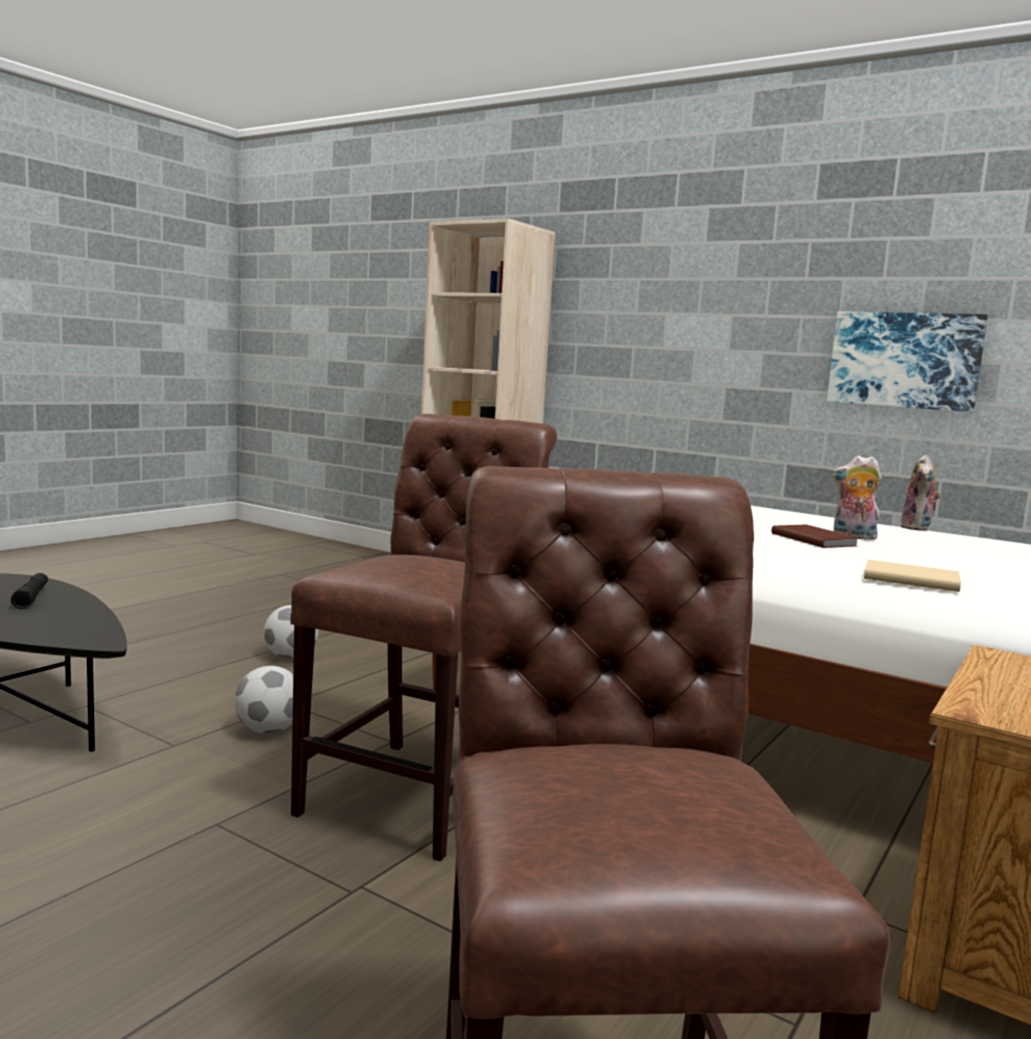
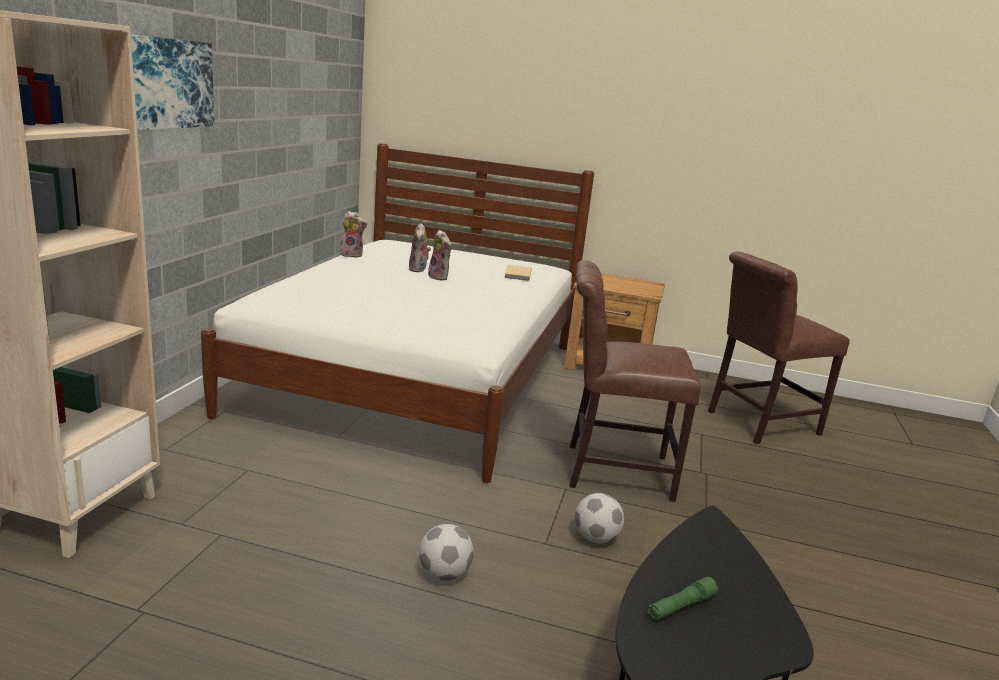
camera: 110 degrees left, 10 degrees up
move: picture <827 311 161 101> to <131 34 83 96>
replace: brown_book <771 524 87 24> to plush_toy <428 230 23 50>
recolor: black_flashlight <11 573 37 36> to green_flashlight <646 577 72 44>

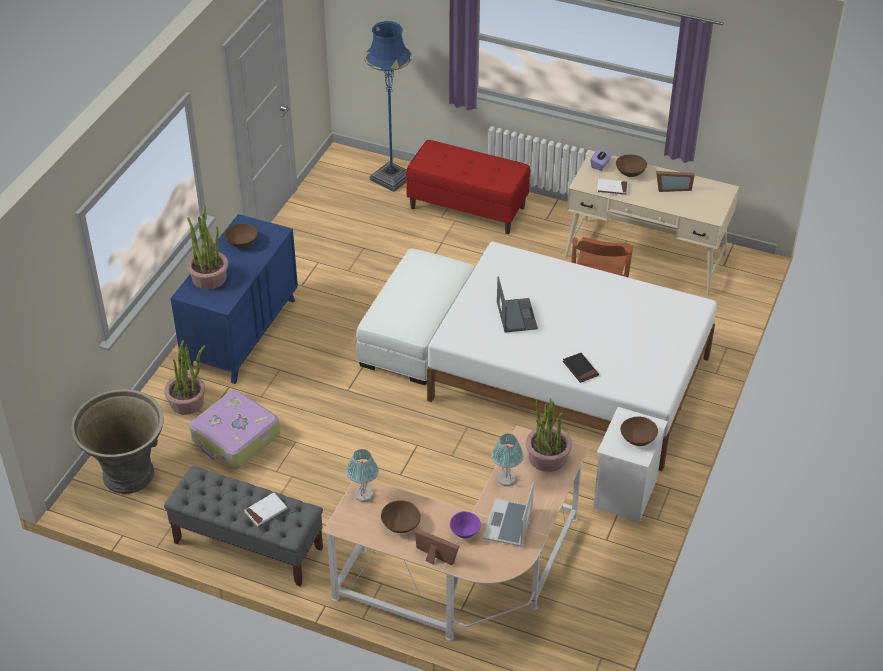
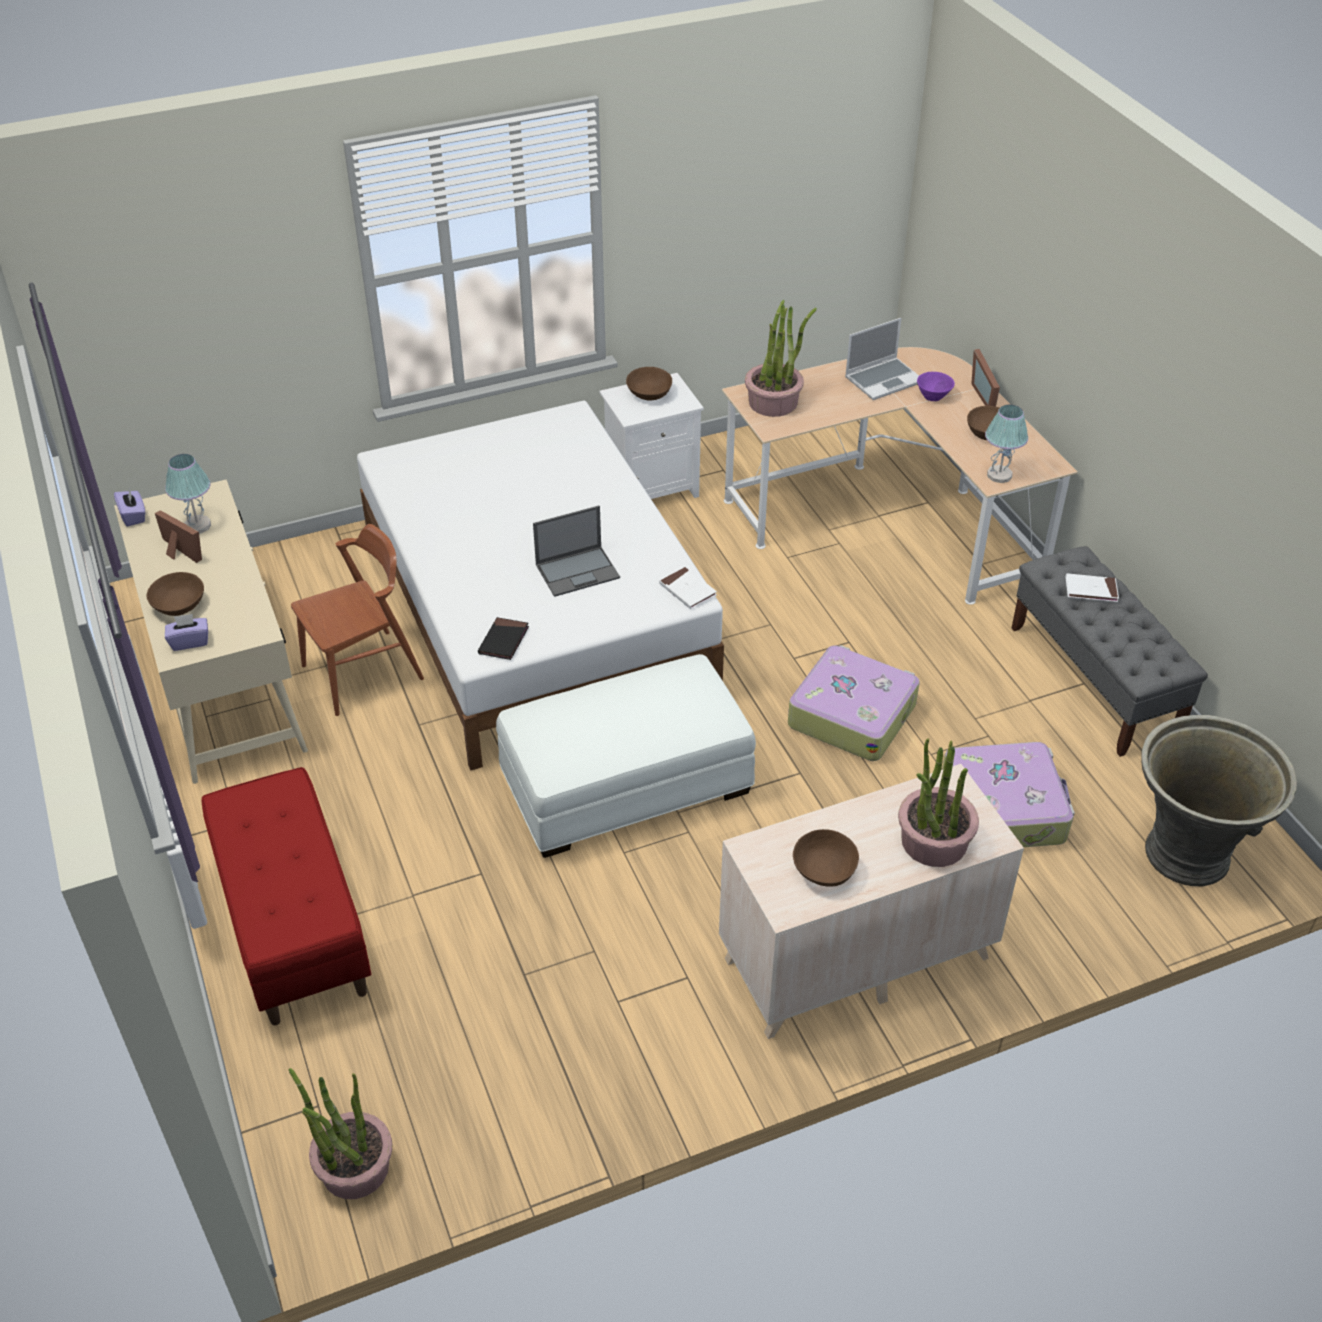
camera: 135 degrees left, 0 degrees up
delete: blue_floor_lamp <364 21 48 171>
insert: purple_tissue_box <114 489 31 38>; suitcase <788 645 132 116>
move: white_book <597 179 31 17> to <659 566 58 43>; potted_plant <164 340 42 75> to <289 1068 103 131>; black_book <563 353 36 30> to <478 617 51 43>; table_lamp <492 434 32 53> to <165 454 46 80>
recolor: blue_dresser <170 214 128 170> to beige_dresser <719 764 305 275>
rotate: laptop <497 276 41 57> = <533 506 87 91> 150 degrees counterclockwise

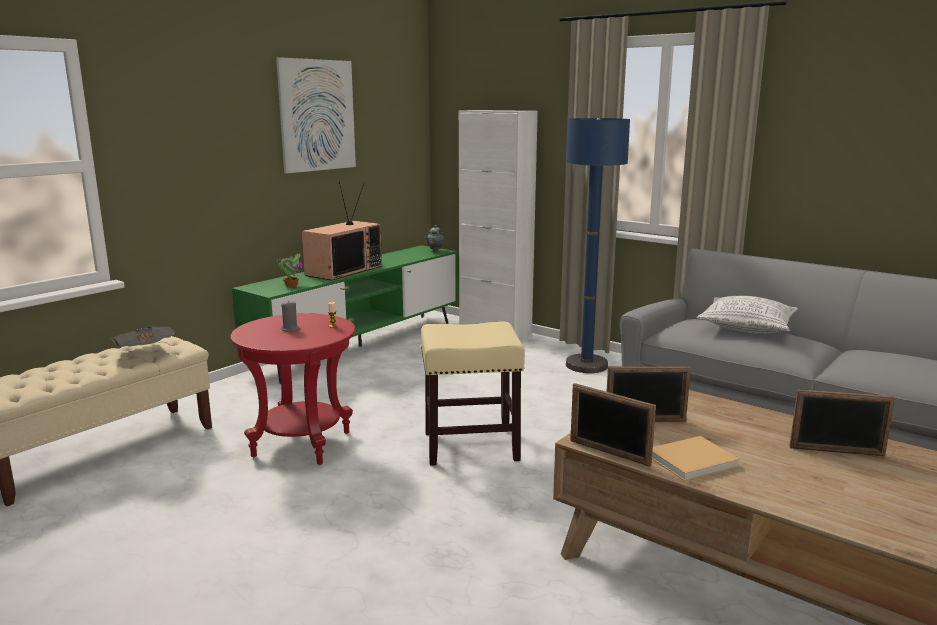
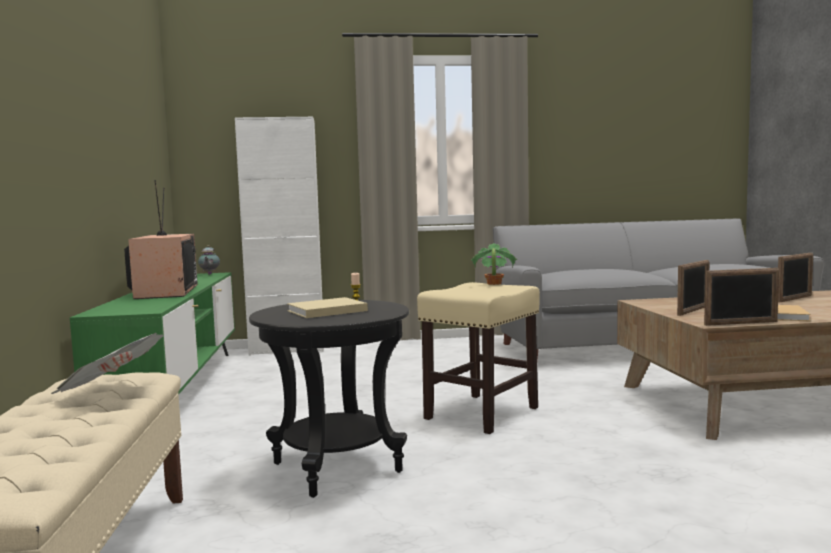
camera: 45 degrees left, 10 degrees down
delete: picture <276 57 80 117>; blue_floor_lamp <566 118 64 255>; pillow <697 296 101 38>
move: potted_plant <277 254 27 33> to <471 243 46 42>
replace: grey_candle <281 300 20 32> to beige_book <287 297 81 21>
recolor: red_side_table <230 313 125 152> to black_side_table <249 300 160 198>

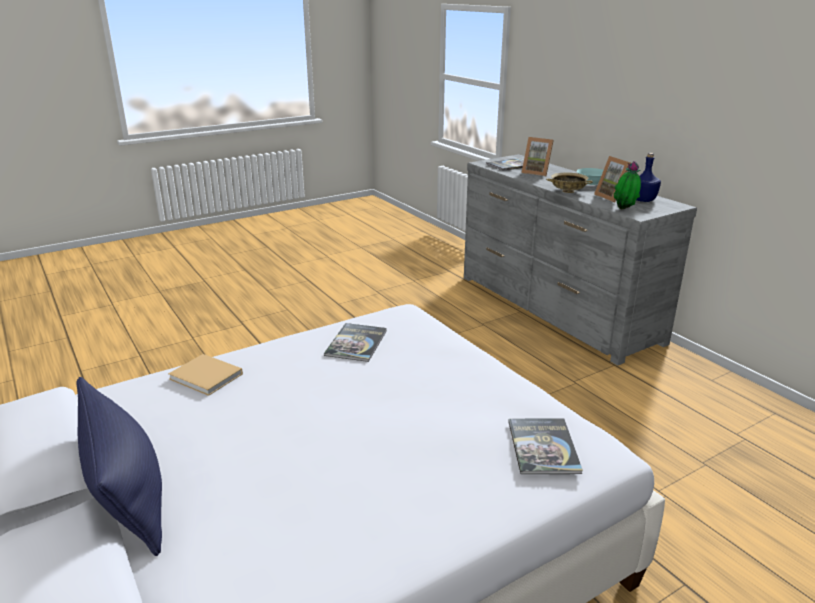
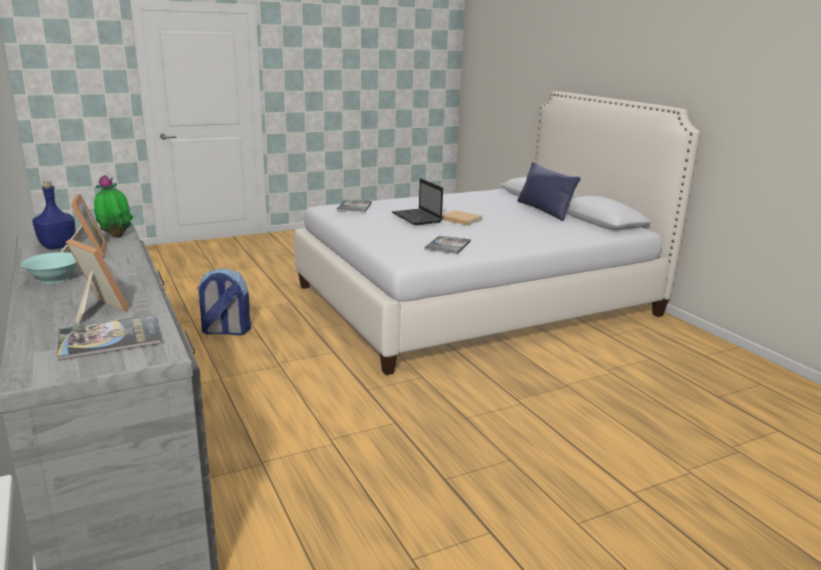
camera: 175 degrees left, 5 degrees down
delete: beige_bowl <546 173 47 20>
insert: laptop <392 178 51 47>; backpack <197 268 54 68>
move: beige_book <168 354 75 42> to <441 210 42 15>

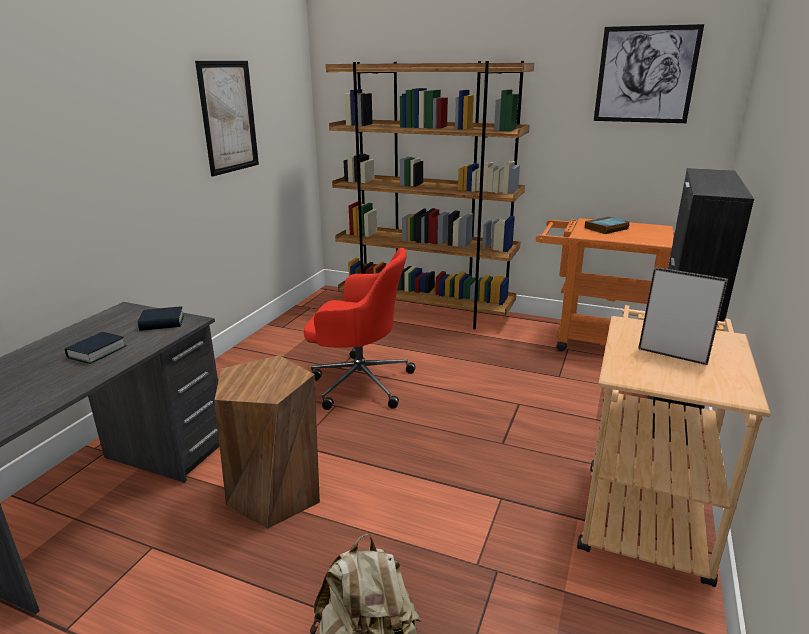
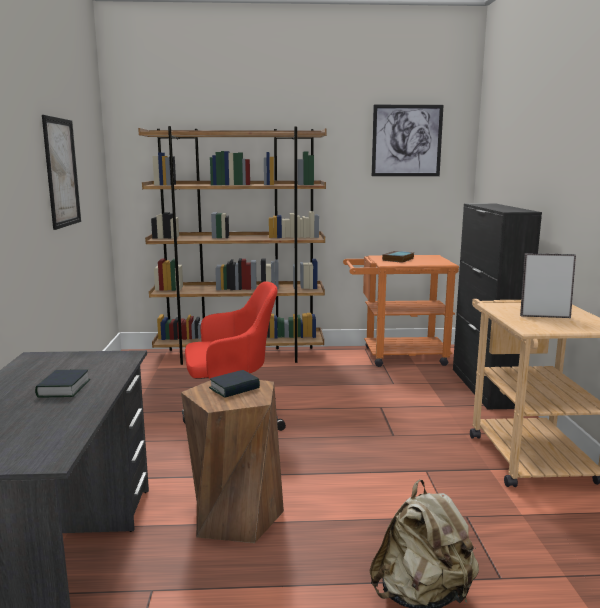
camera: 25 degrees left, 10 degrees down
move: book <137 306 47 25> to <209 370 51 28>

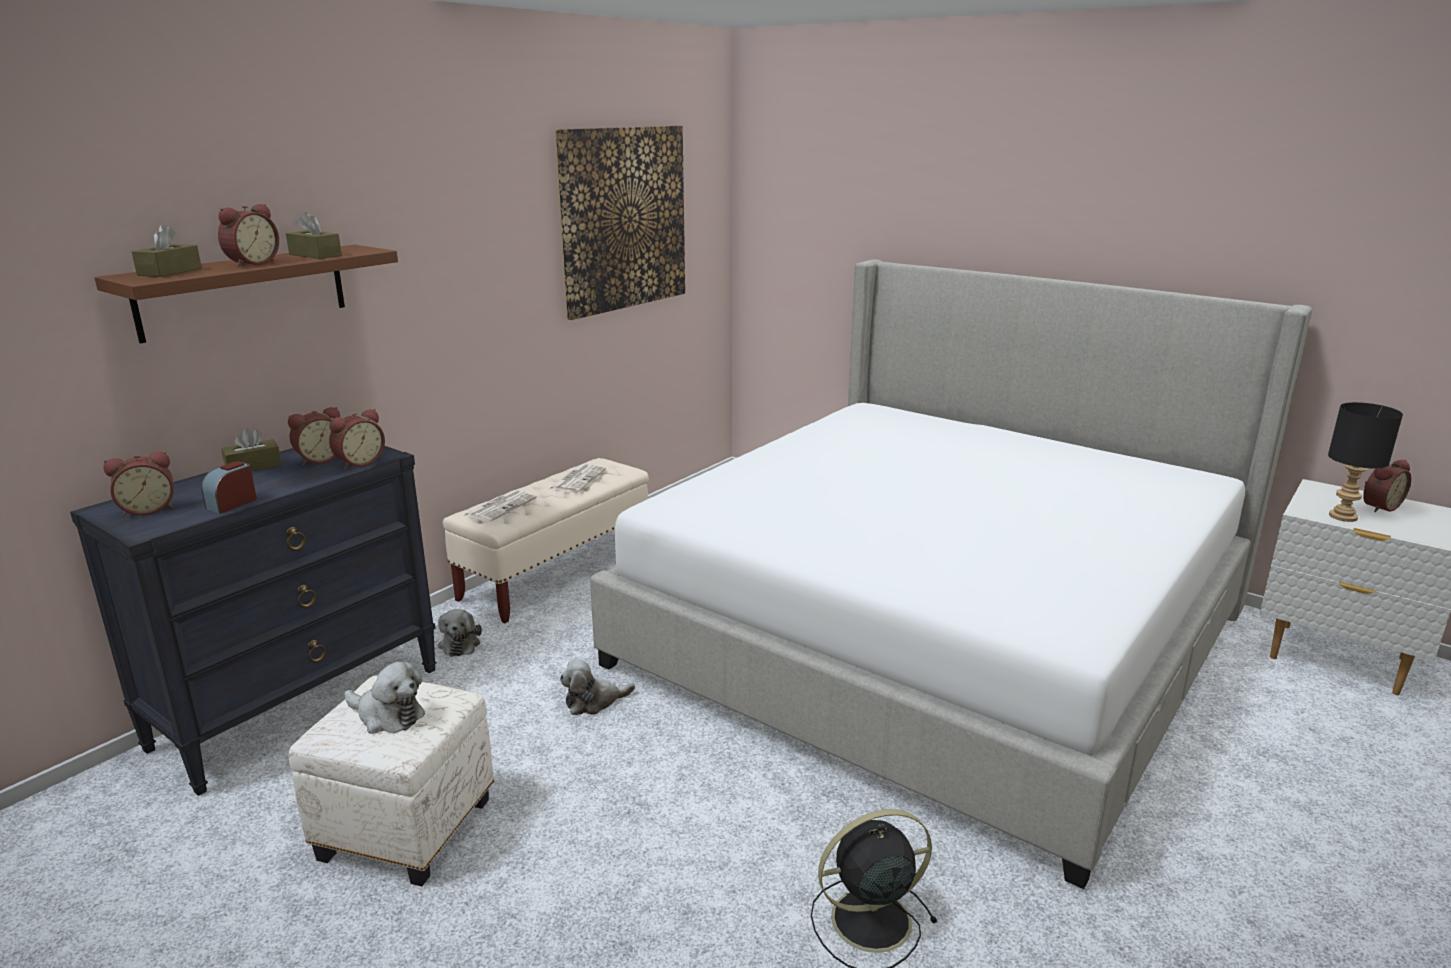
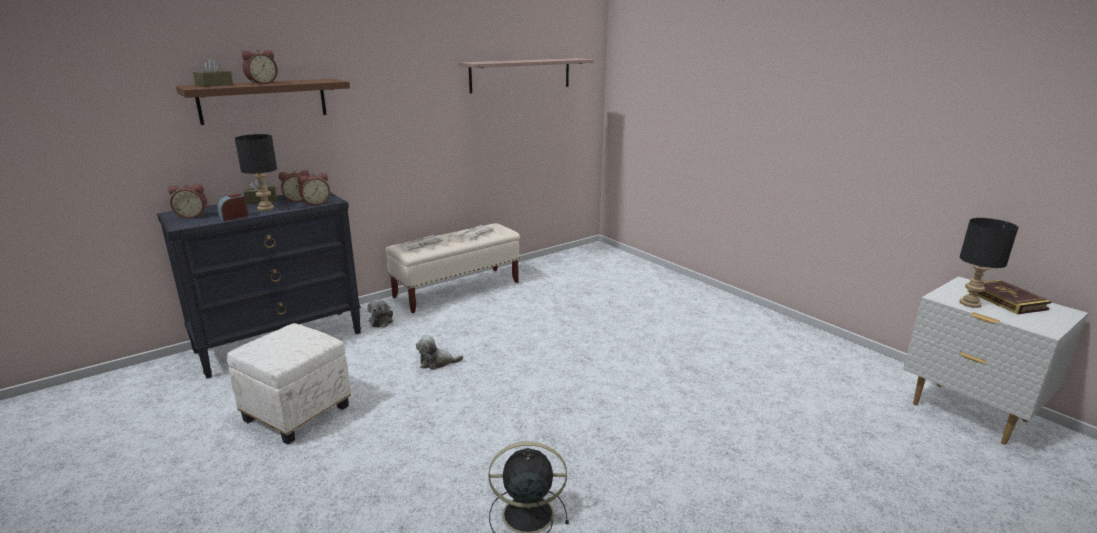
camera: 15 degrees right, 0 degrees up
delete: brown_tissue_box <286 212 56 47>; bed <590 259 722 630>; plush_toy <344 662 81 72>
insert: black_table_lamp <235 134 42 77>
replace: picture <554 126 131 194> to shelf <459 58 135 36>; alarm_clock <1363 460 48 52> to book <967 280 85 34>

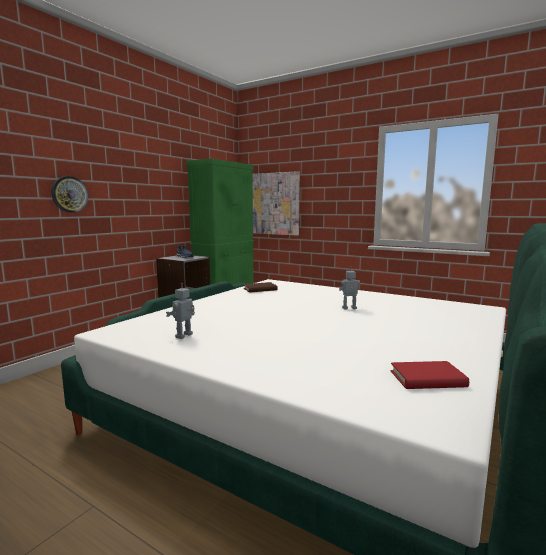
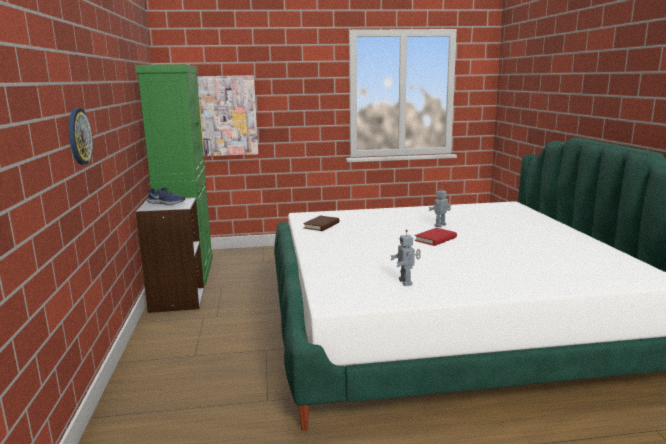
camera: 40 degrees left, 5 degrees up
move: red_book <391 361 78 28> to <415 228 42 18>

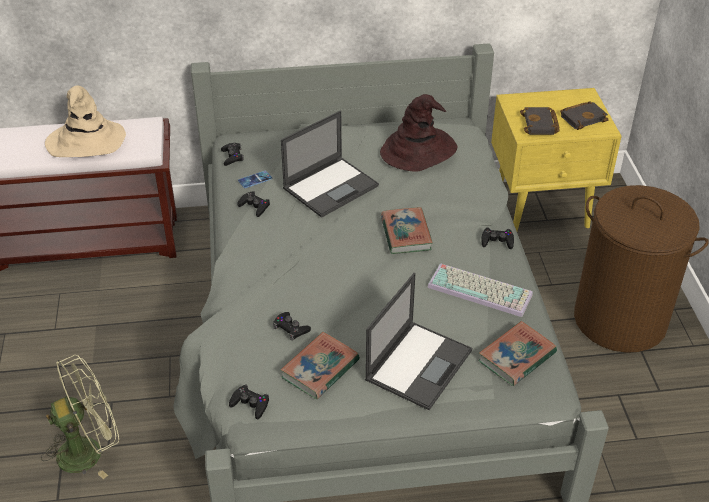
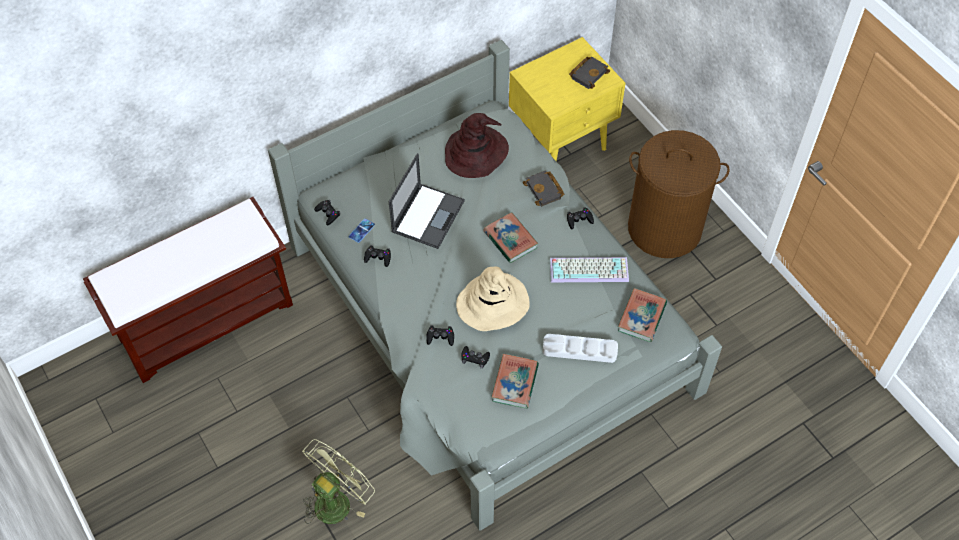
camera: 25 degrees left, 15 degrees up
move: beige_hat <45 85 81 72> to <456 267 74 64>; black_book <520 107 40 28> to <523 171 41 36>; black_game_controller <229 385 40 34> to <426 325 28 21>
replace: laptop <365 273 107 137> to grey_tray <543 334 75 29>

